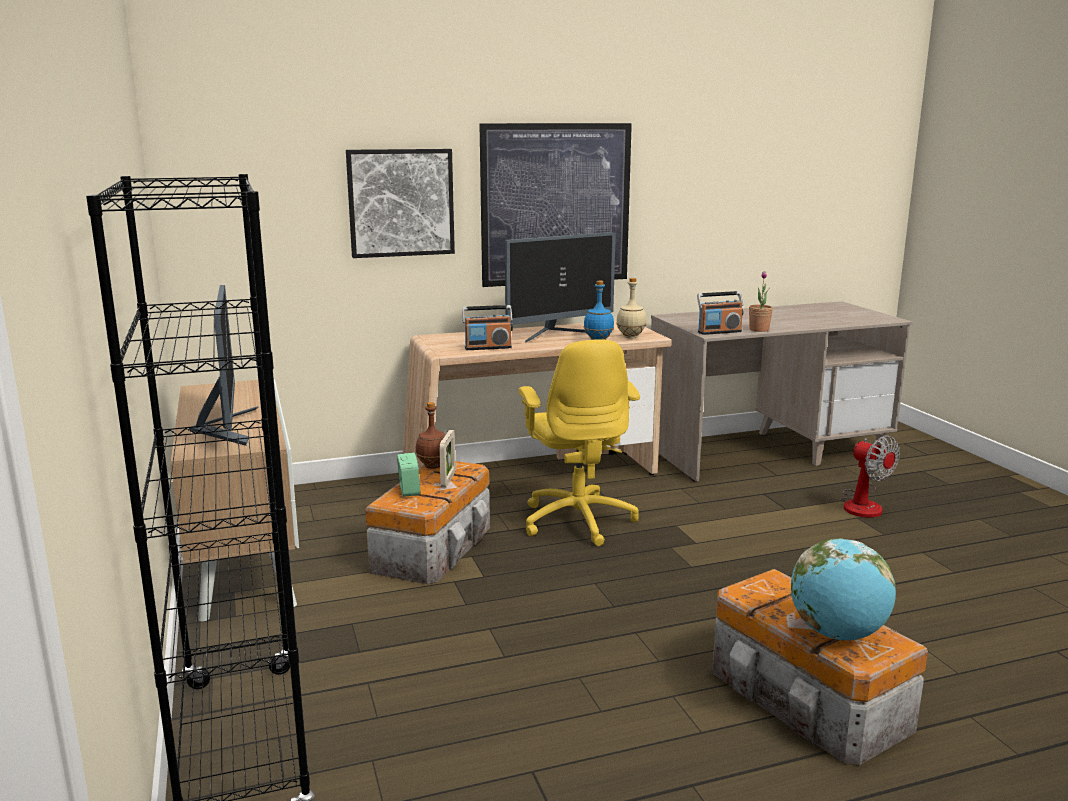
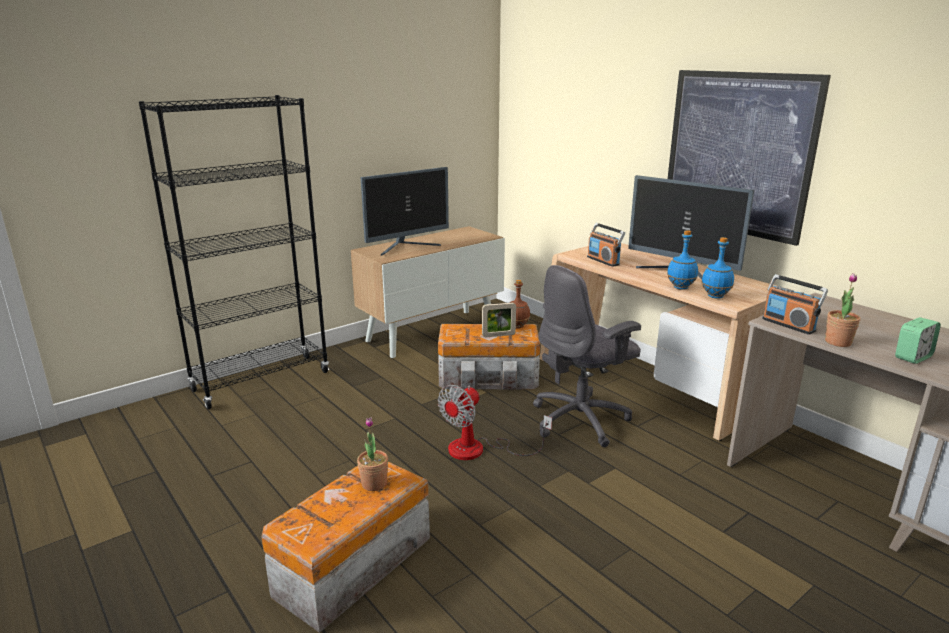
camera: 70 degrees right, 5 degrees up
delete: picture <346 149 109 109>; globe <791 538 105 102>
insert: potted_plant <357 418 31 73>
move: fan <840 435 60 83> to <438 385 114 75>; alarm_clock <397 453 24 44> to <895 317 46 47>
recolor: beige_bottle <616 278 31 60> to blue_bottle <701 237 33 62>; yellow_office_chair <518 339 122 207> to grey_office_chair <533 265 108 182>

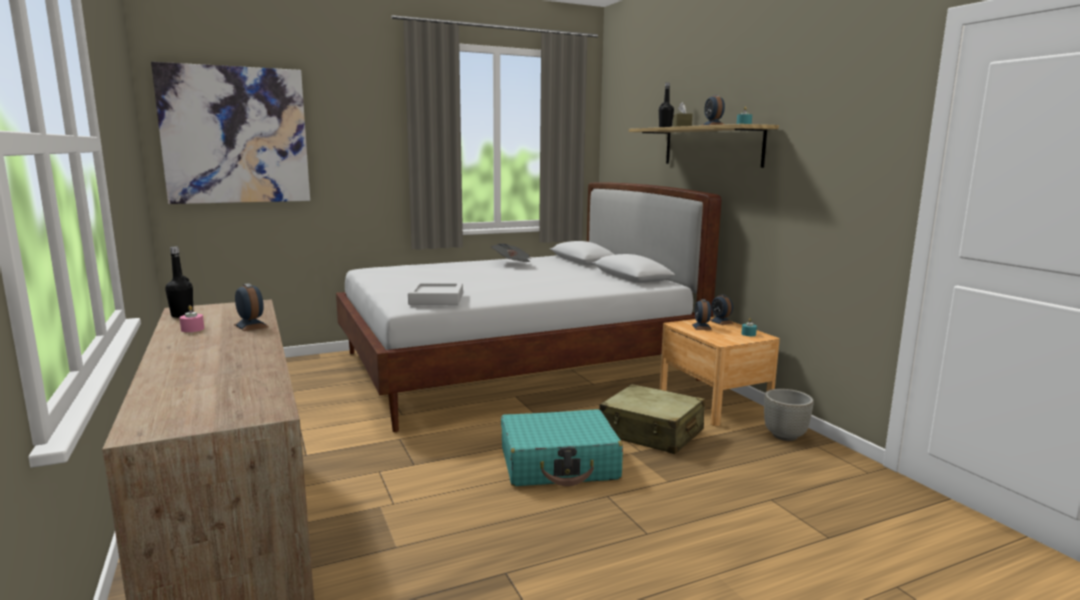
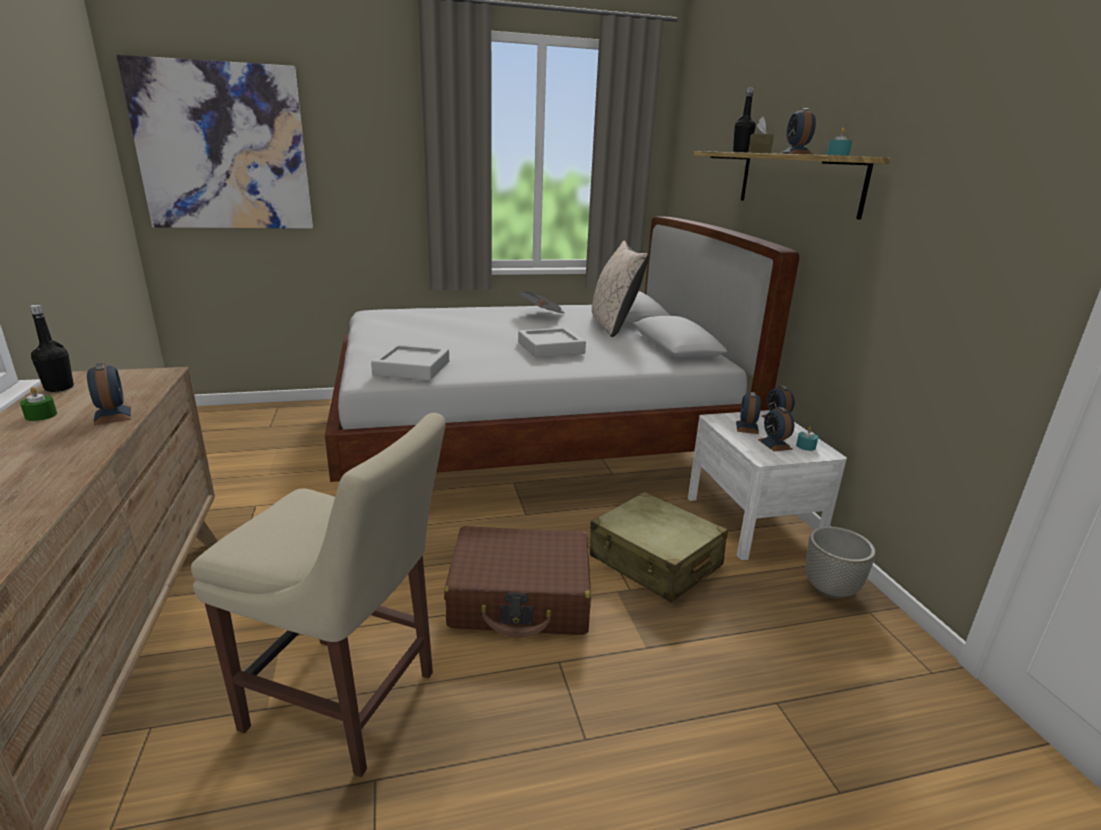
camera: 10 degrees right, 10 degrees up
insert: beige_pillow <592 241 57 96>; grey_tray <518 327 68 31>; alarm_clock <758 407 36 44>; beige_chair <191 413 255 364>
recolor: pink_candle <179 305 25 27> to green_candle <20 387 37 34>; brown_nightstand <660 317 120 109> to white_nightstand <688 410 159 150>; turquoise_suitcase <501 409 122 77> to brown_suitcase <444 526 147 112>

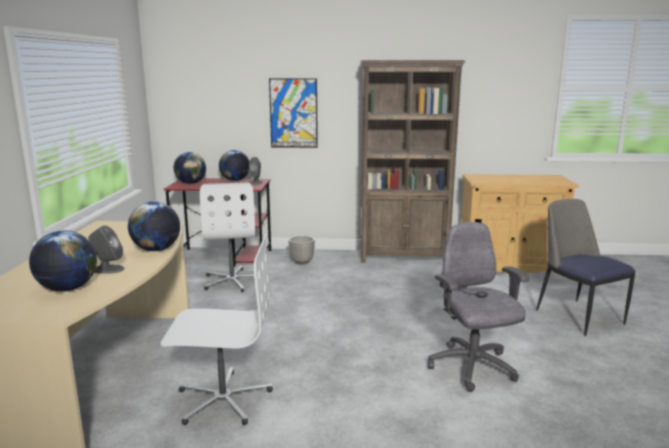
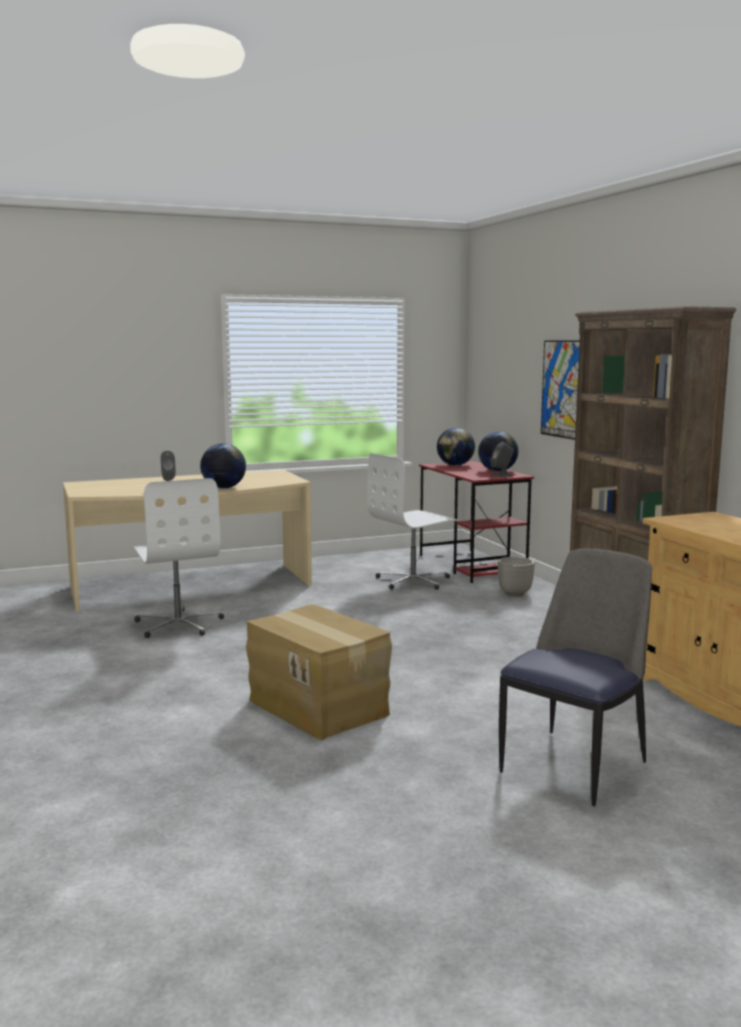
camera: 65 degrees right, 5 degrees down
delete: globe <29 231 68 60>
replace: grey_office_chair <428 222 101 170> to cardboard_box <246 604 146 136>

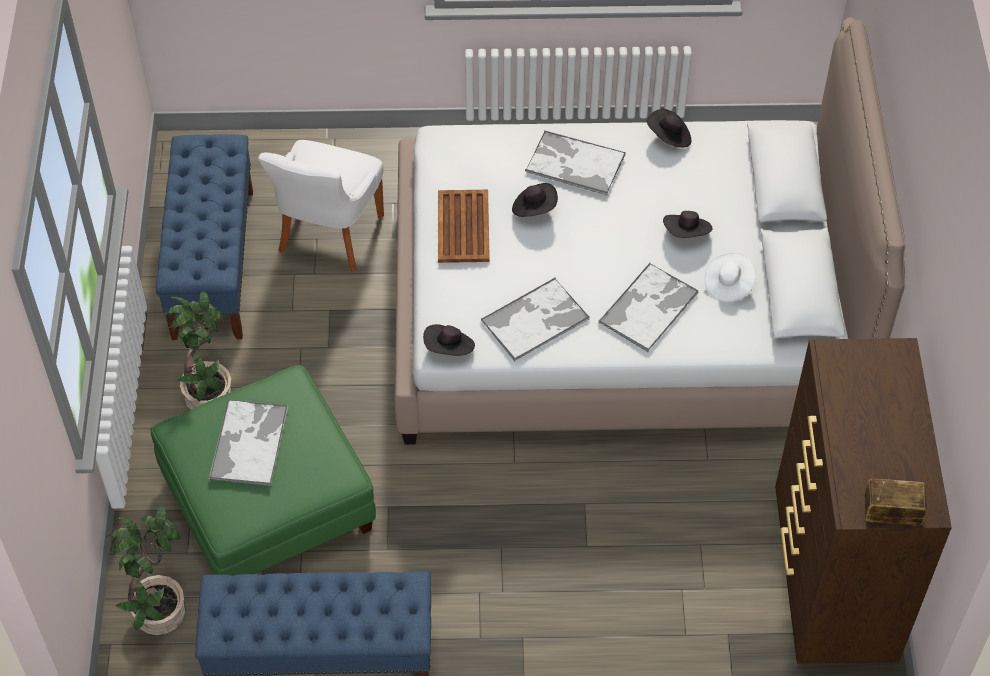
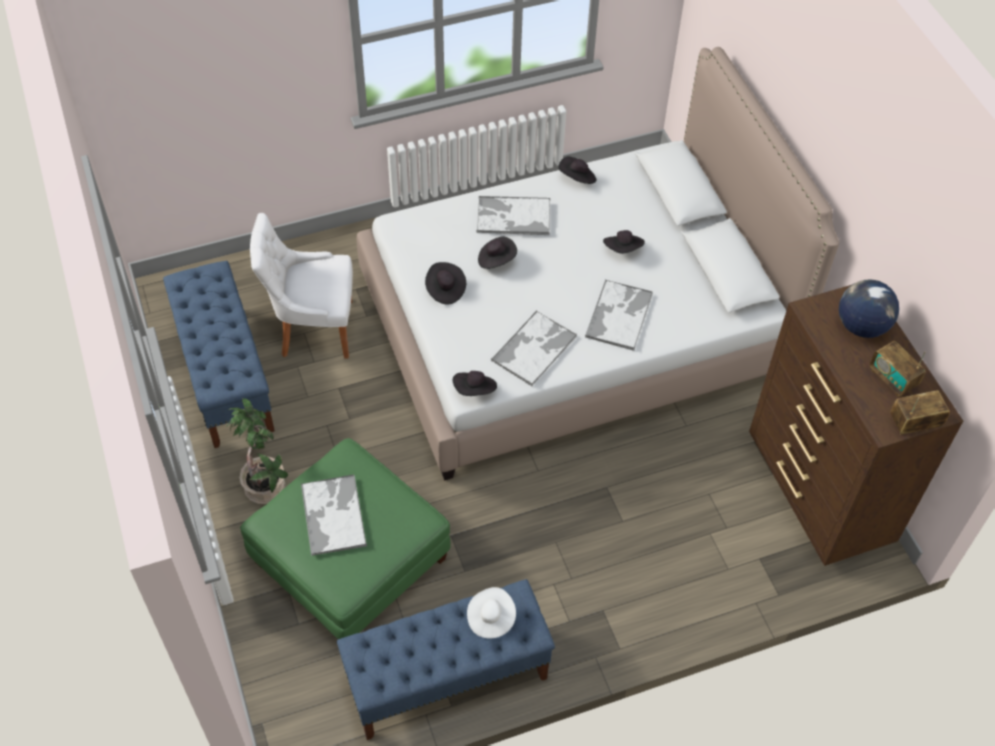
camera: 20 degrees left, 0 degrees up
delete: potted_plant <106 505 80 130>
insert: globe <839 280 60 58>; radio <870 341 56 55>
move: white_hat <704 253 52 49> to <467 587 49 52>
replace: brown_tray <438 190 52 73> to black_hat <425 262 41 43>
rotate: white_chair <258 140 126 132> = <250 213 103 145> 90 degrees clockwise

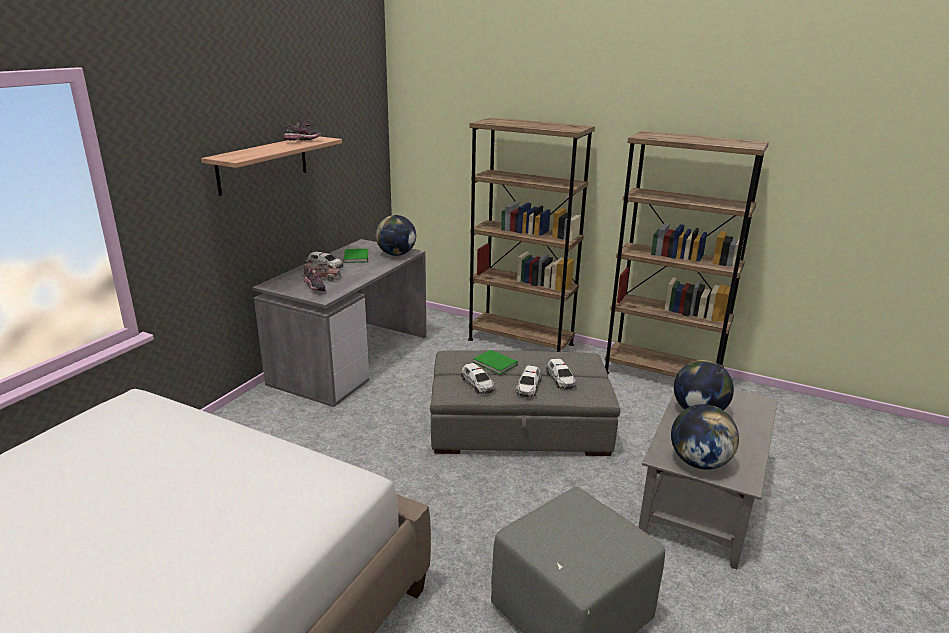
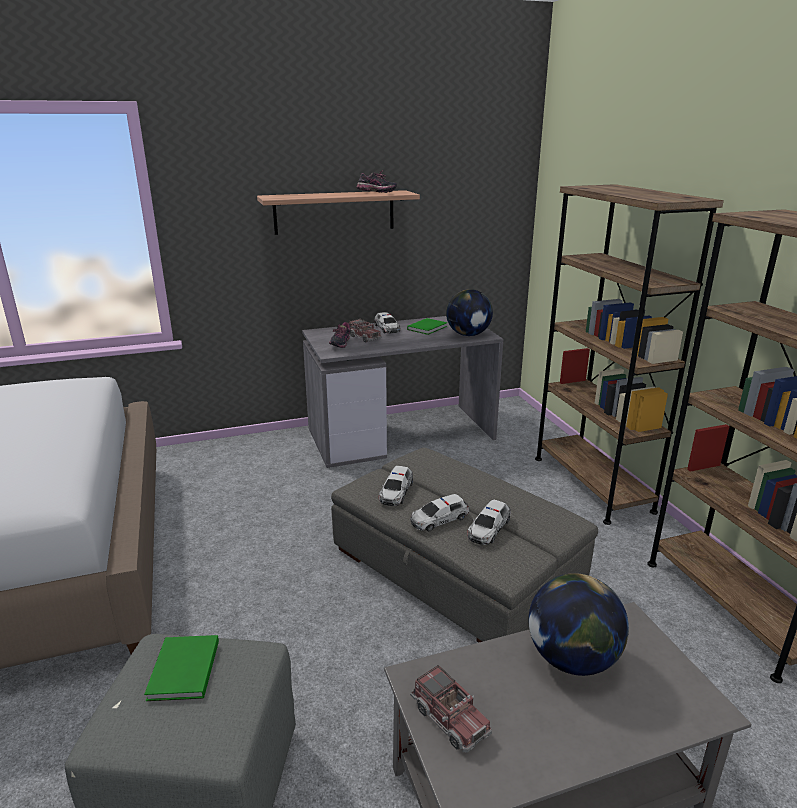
camera: 45 degrees right, 0 degrees up
move: green_book <473 350 45 25> to <144 635 75 66>
replace: globe <671 404 68 66> to toy_truck <410 665 82 88>

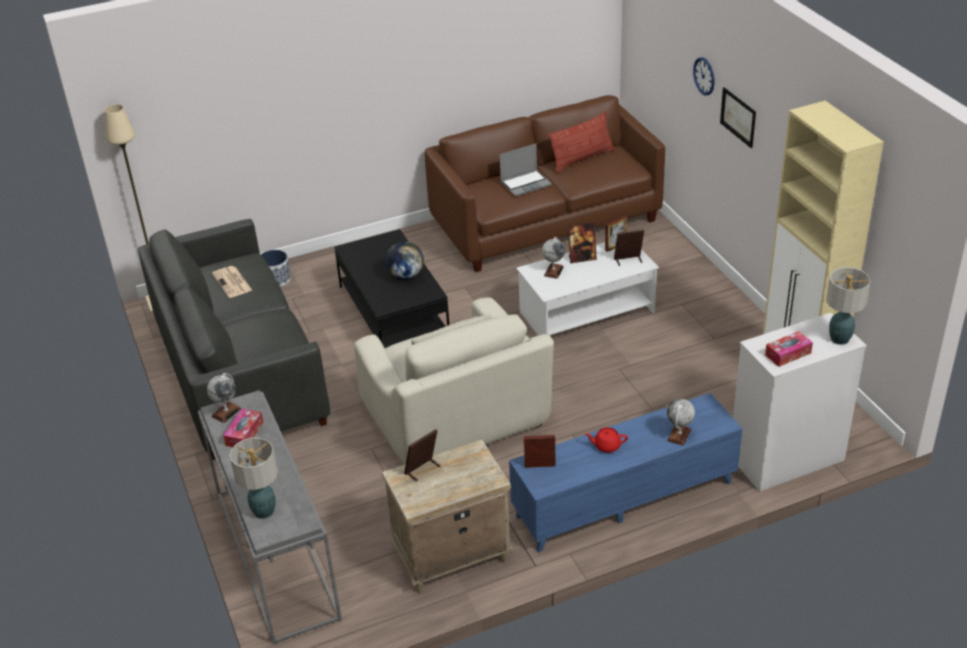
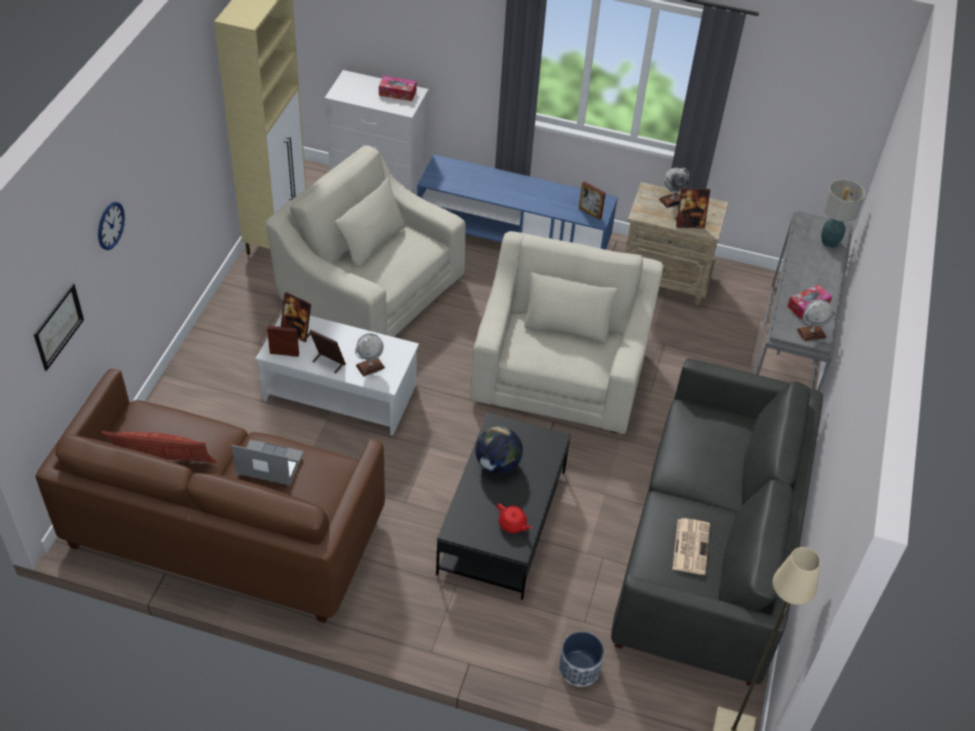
camera: 145 degrees left, 10 degrees up
delete: table_lamp <826 267 44 78>
insert: beige_armchair <266 145 200 192>
move: picture <720 87 36 61> to <34 283 50 88>; globe <667 399 28 47> to <659 168 30 40>; red_teapot <585 427 43 26> to <497 504 35 29>

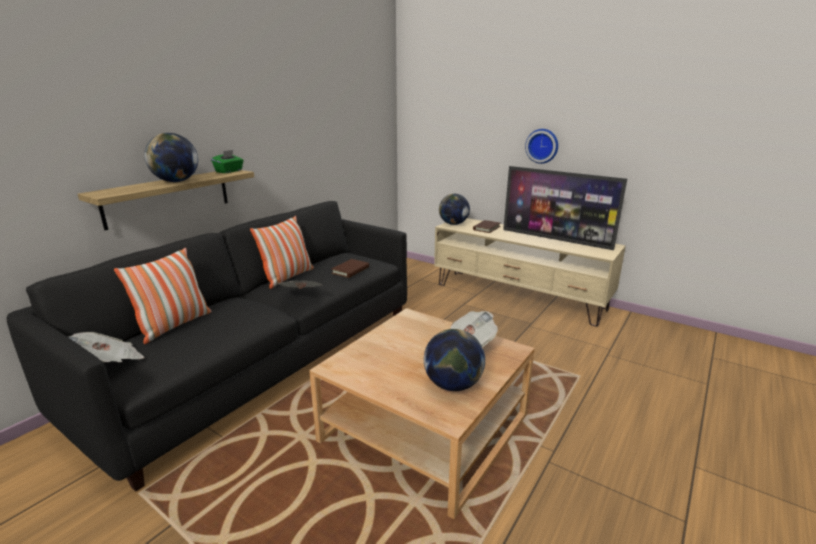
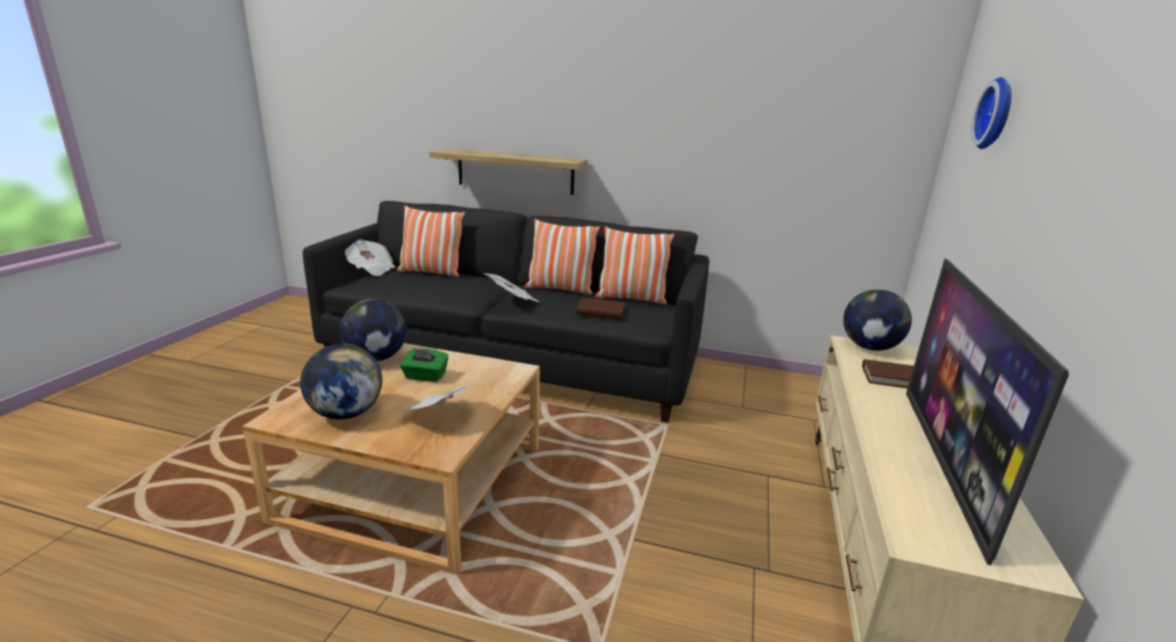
camera: 70 degrees right, 0 degrees up
insert: pillow <595 226 79 78>
move: wall_clock <525 129 33 35> to <971 77 41 72>; globe <144 133 54 49> to <340 299 67 62>; green_tissue_box <211 150 33 23> to <400 348 49 34>

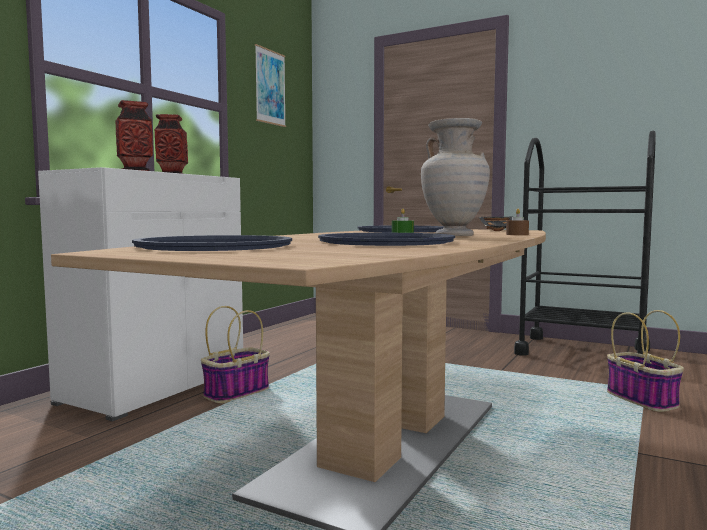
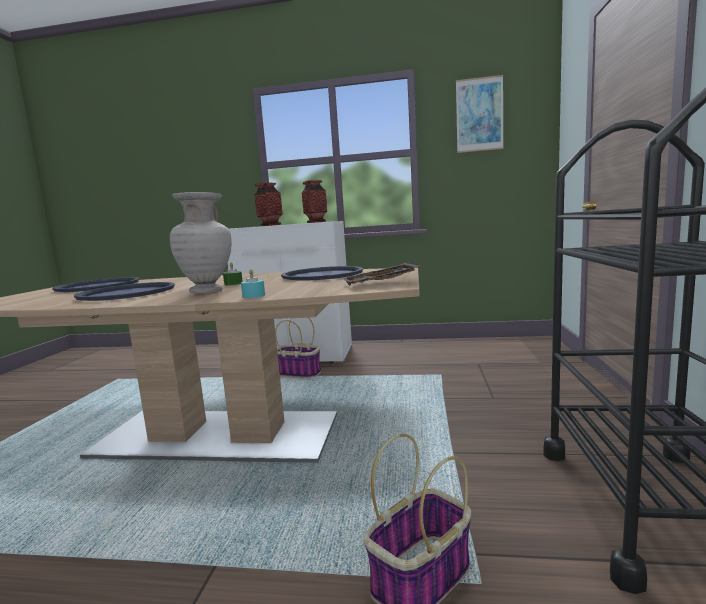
camera: 70 degrees right, 5 degrees up
recolor: brown_candle <506 209 23 26> to turquoise_candle <241 269 24 29>

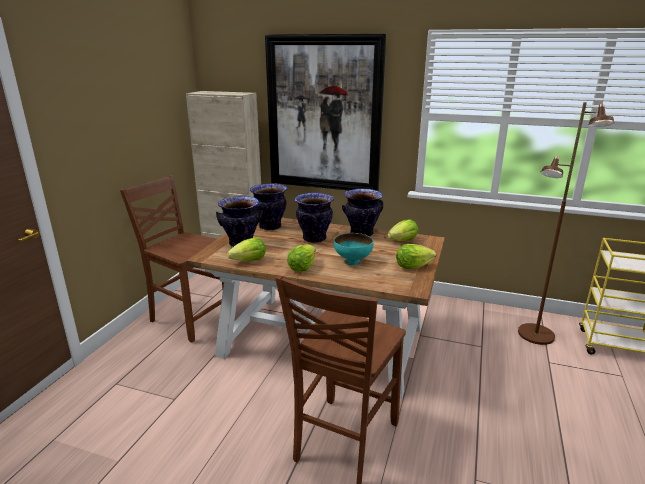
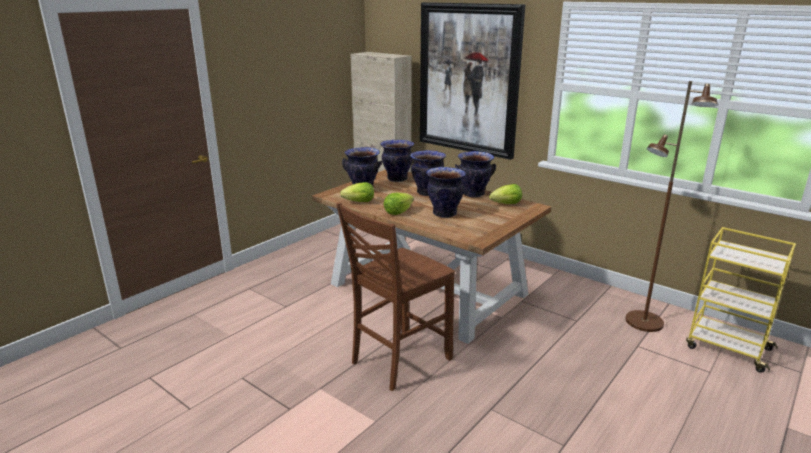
camera: 20 degrees right, 0 degrees up
delete: brown_chair <120 175 104 168>; lettuce <396 244 40 25>
replace: turquoise_bowl <334 233 39 33> to vase <426 167 40 51>

